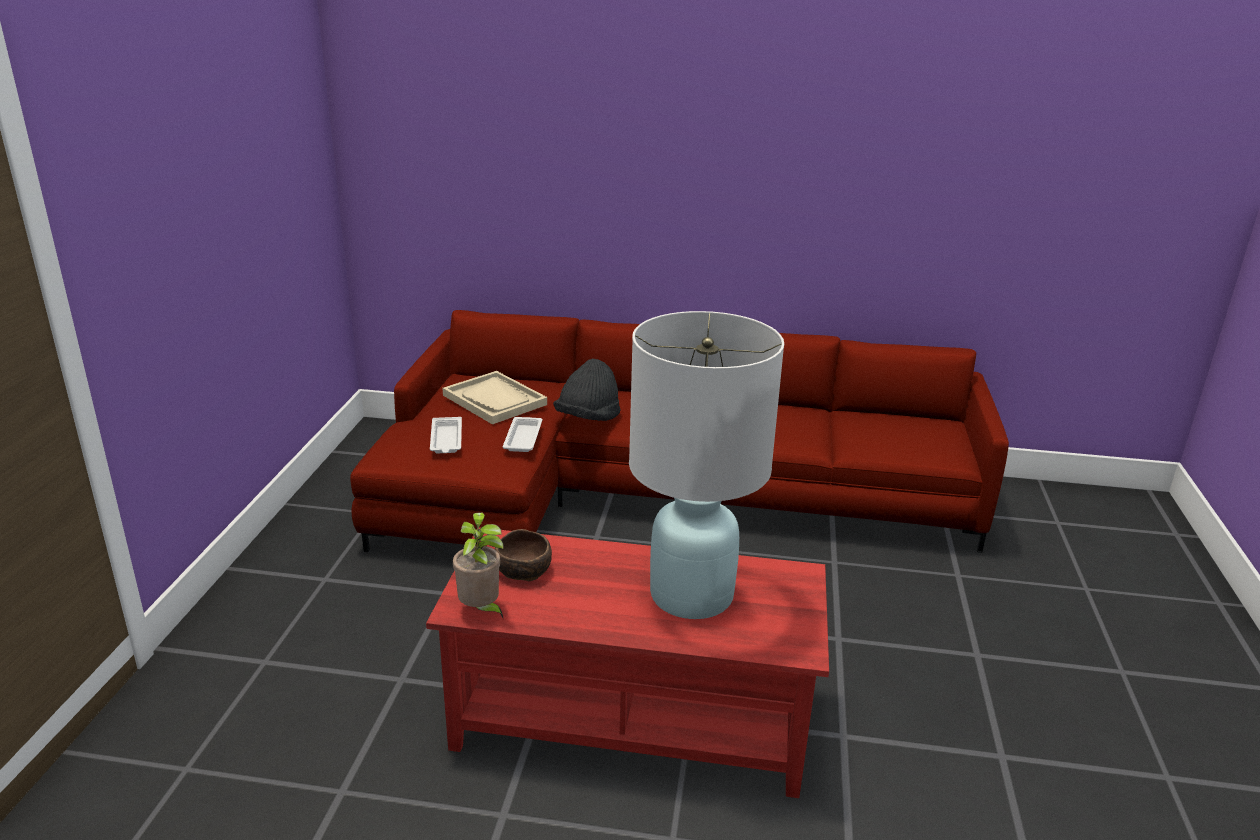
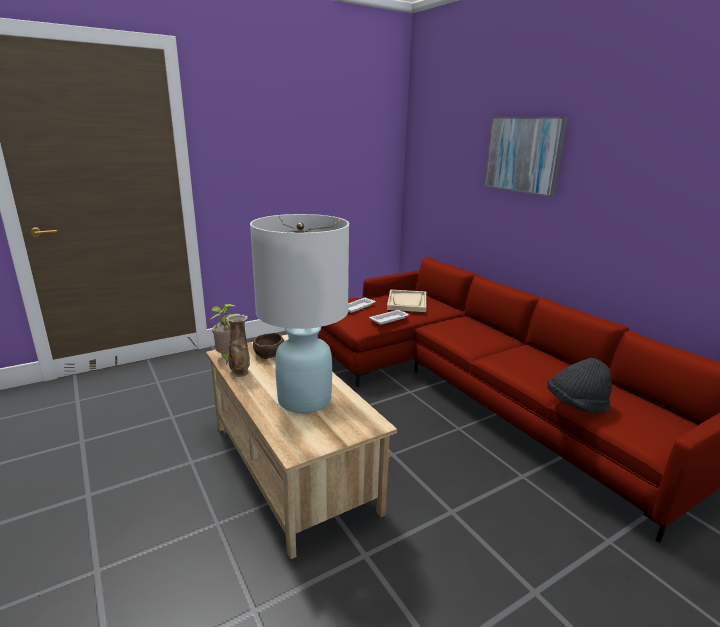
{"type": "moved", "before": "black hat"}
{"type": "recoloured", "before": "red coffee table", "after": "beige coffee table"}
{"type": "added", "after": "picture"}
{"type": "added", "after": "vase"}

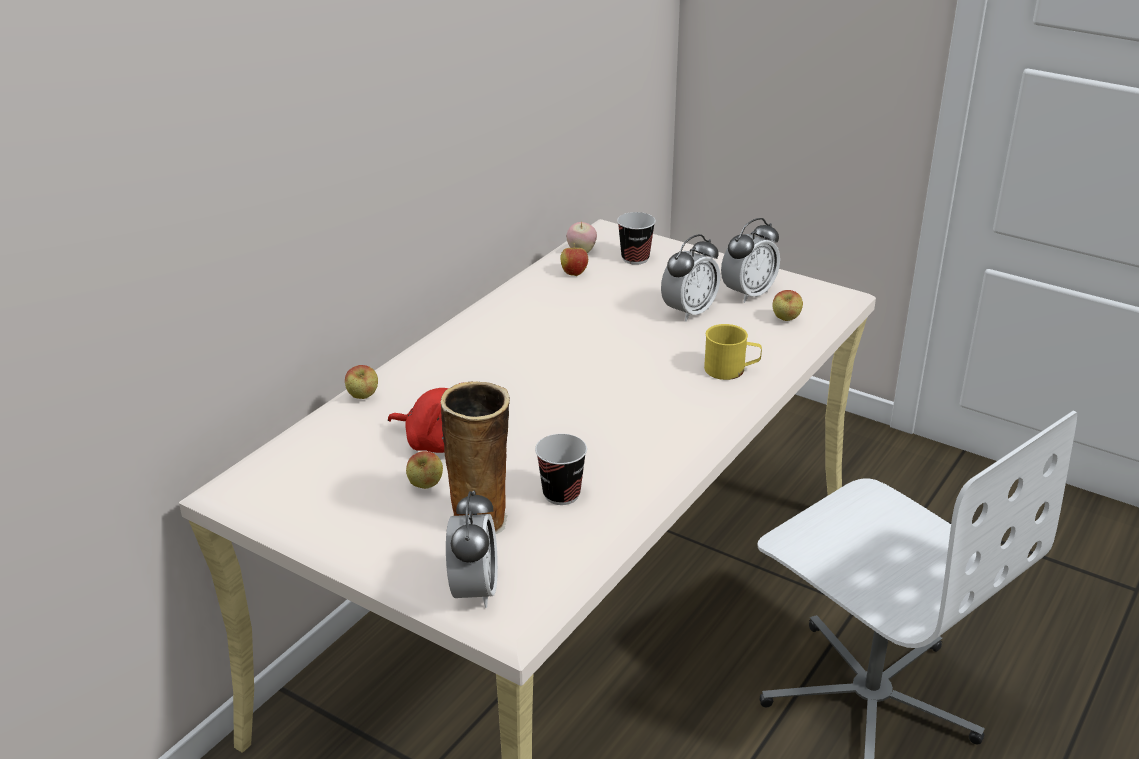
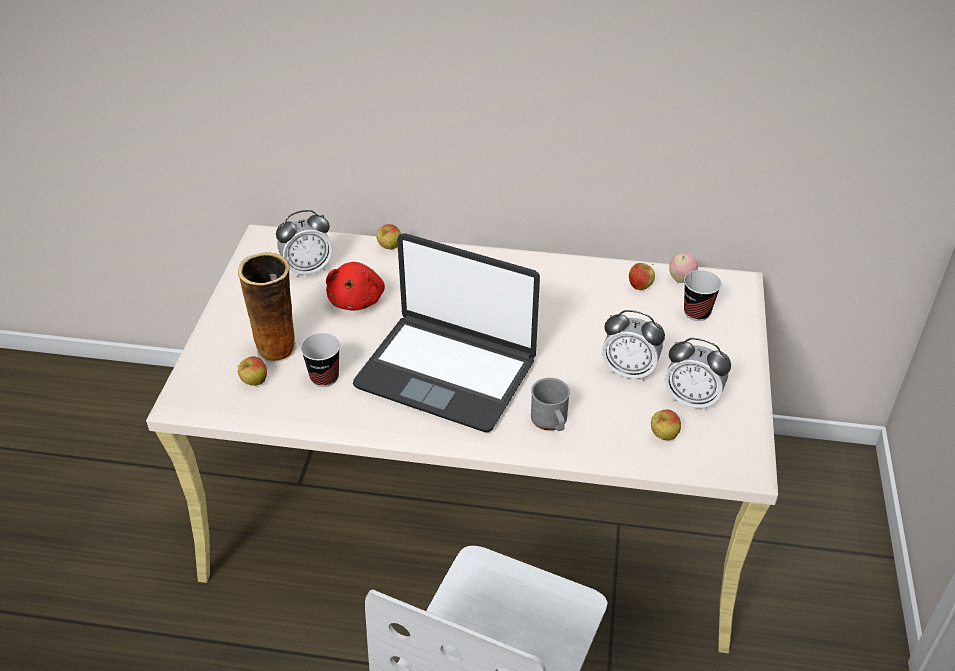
{"type": "recoloured", "before": "yellow mug", "after": "grey mug"}
{"type": "moved", "before": "apple (2nd from left in the first image)", "after": "apple (1st from left)"}
{"type": "moved", "before": "alarm clock (1st from left)"}
{"type": "added", "after": "laptop"}

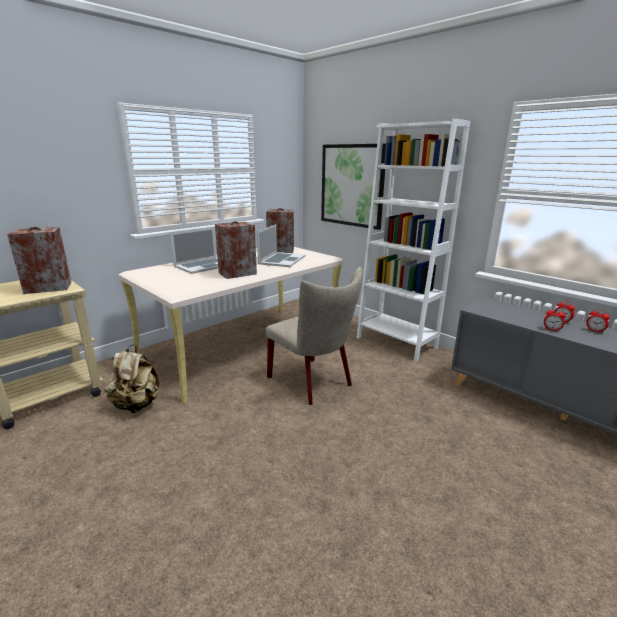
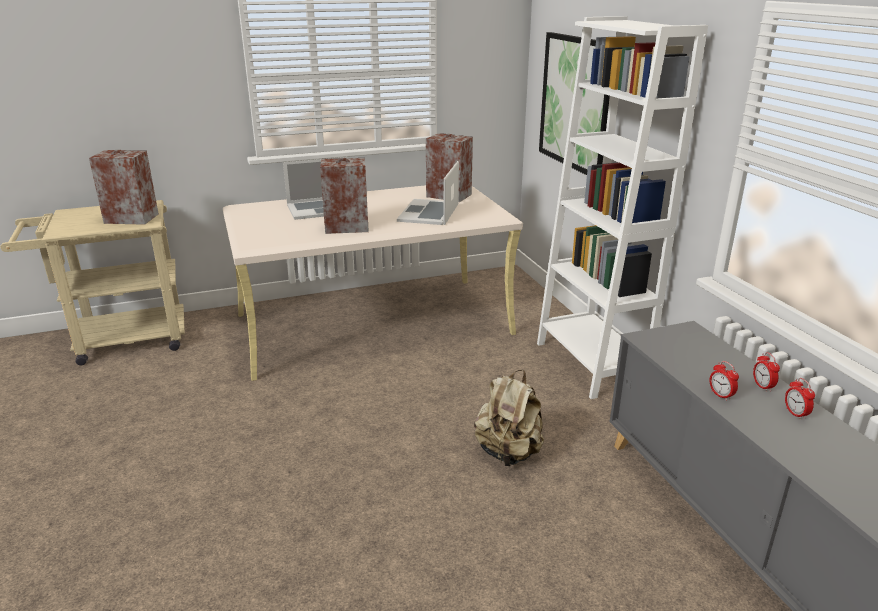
{"type": "turned", "before": "laptop (2nd from left)", "turn": 150}
{"type": "removed", "before": "beige chair"}
{"type": "moved", "before": "beige backpack"}

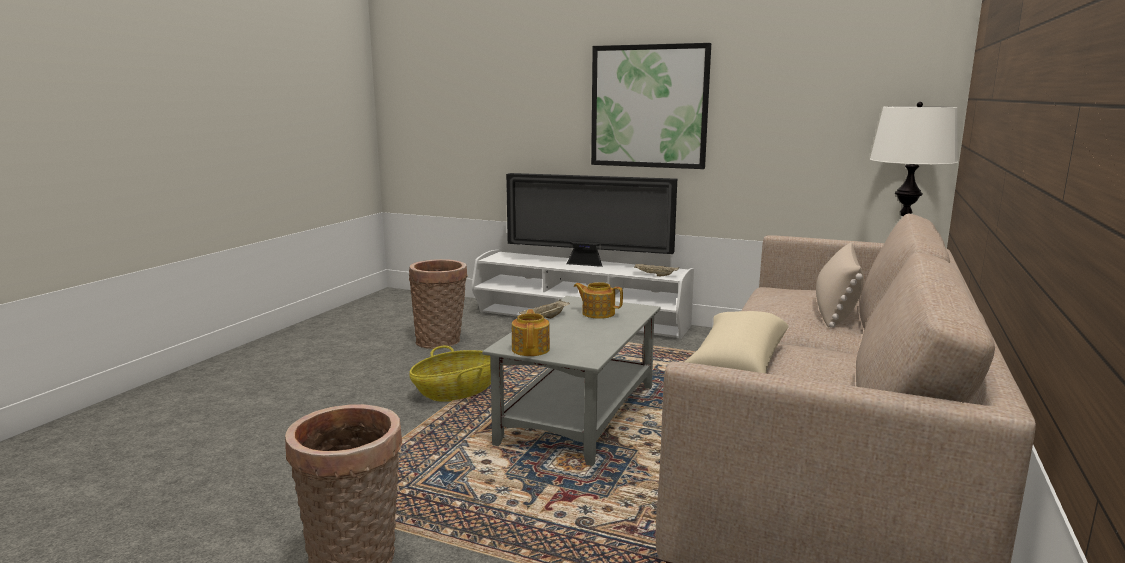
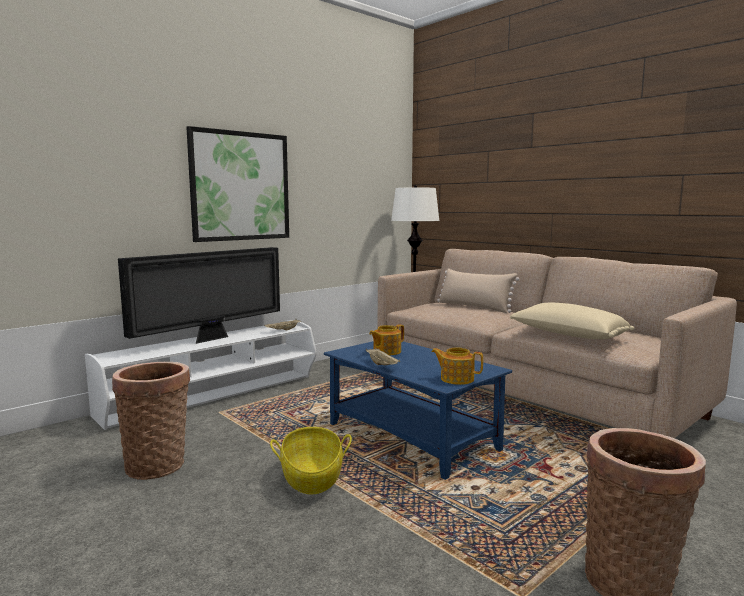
{"type": "recoloured", "before": "grey coffee table", "after": "blue coffee table"}

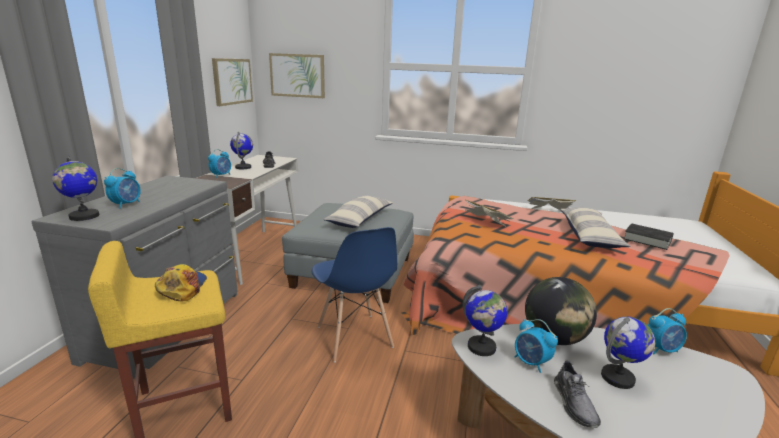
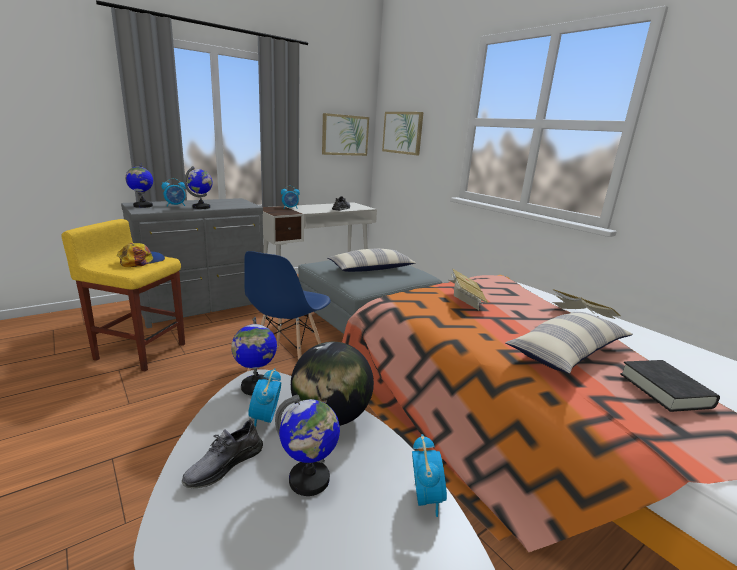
{"type": "moved", "before": "globe (2nd from left)"}
{"type": "turned", "before": "alarm clock (4th from left)", "turn": -120}

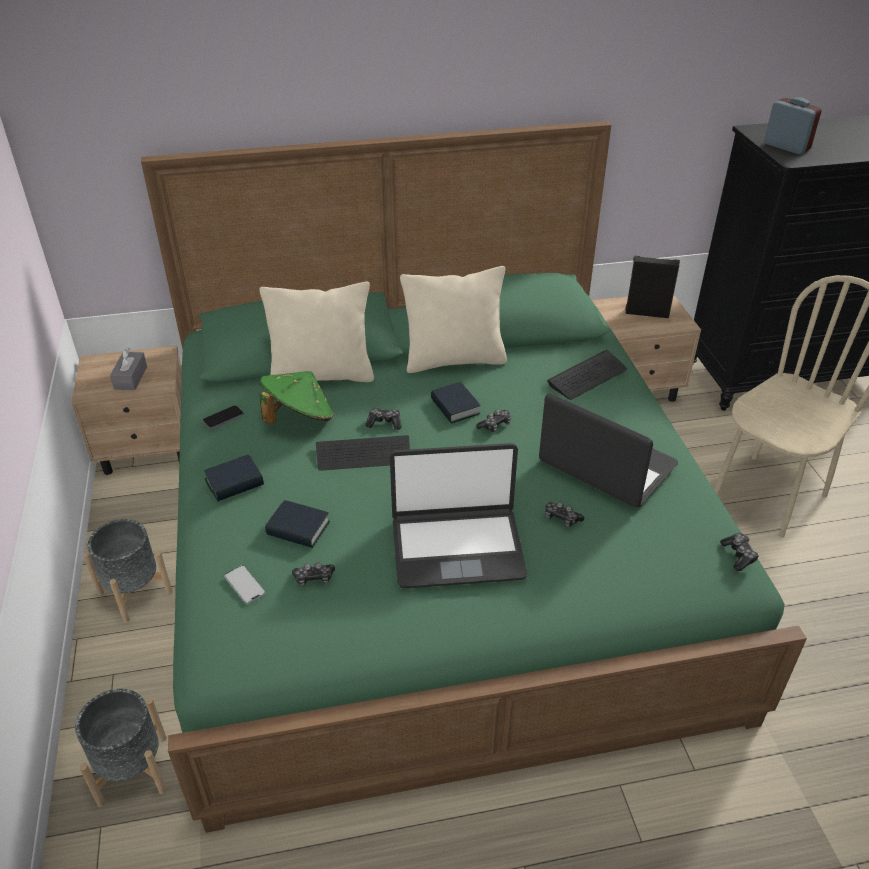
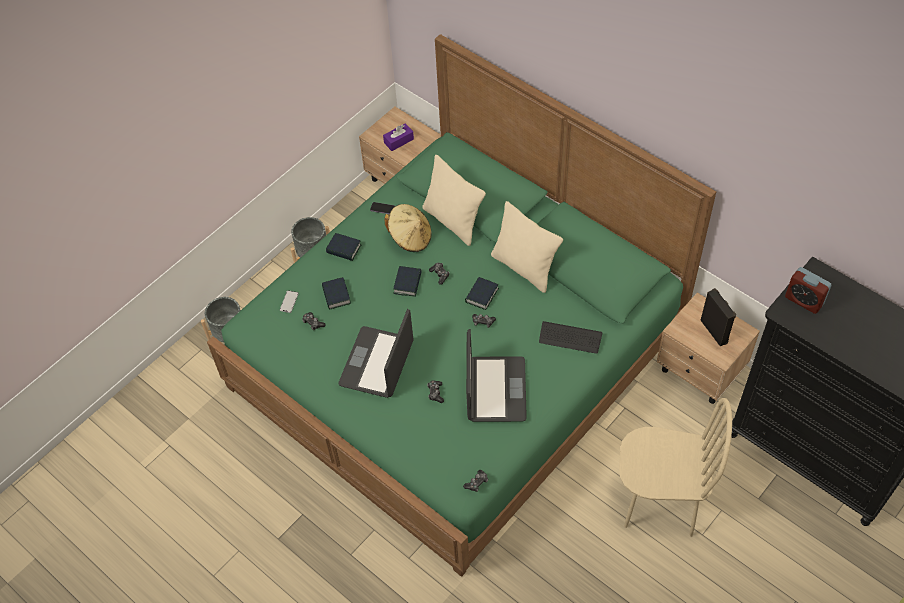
{"type": "turned", "before": "alarm clock", "turn": 120}
{"type": "recoloured", "before": "grey tissue box", "after": "purple tissue box"}
{"type": "recoloured", "before": "green hat", "after": "beige hat"}
{"type": "replaced", "before": "keyboard (1st from left)", "after": "book (3rd from left)"}
{"type": "turned", "before": "laptop (1st from left)", "turn": 60}

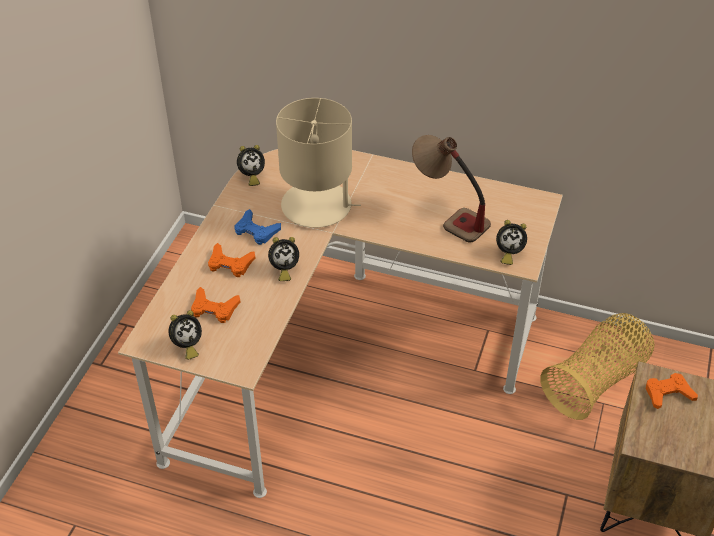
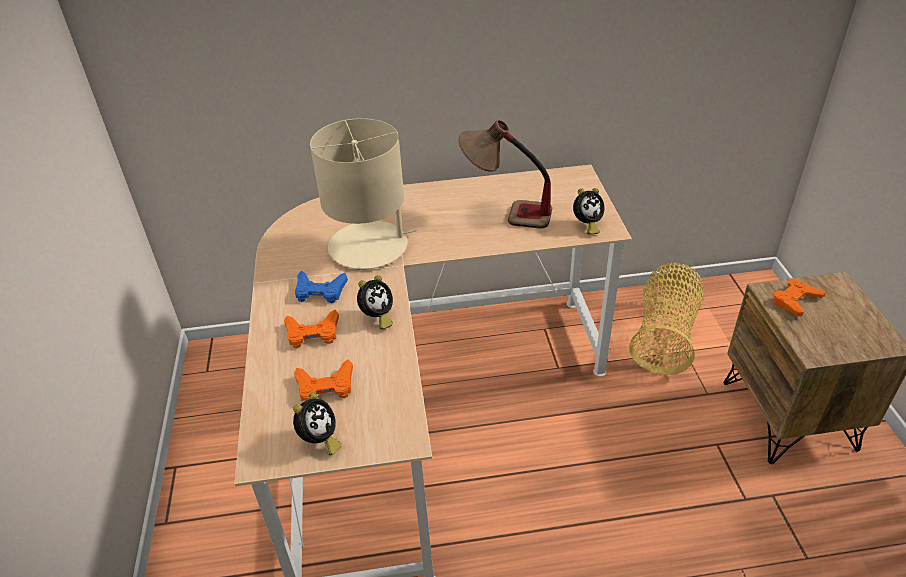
{"type": "removed", "before": "alarm clock (2nd from left)"}

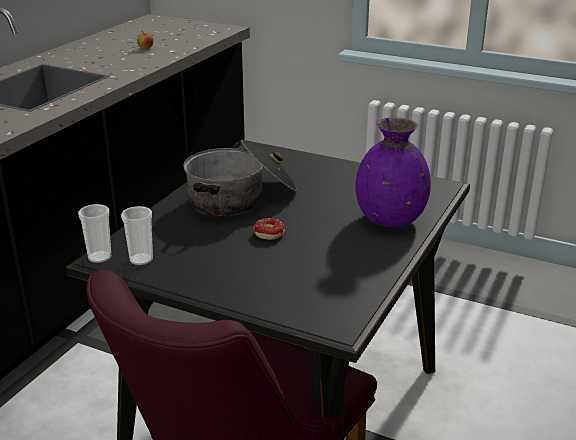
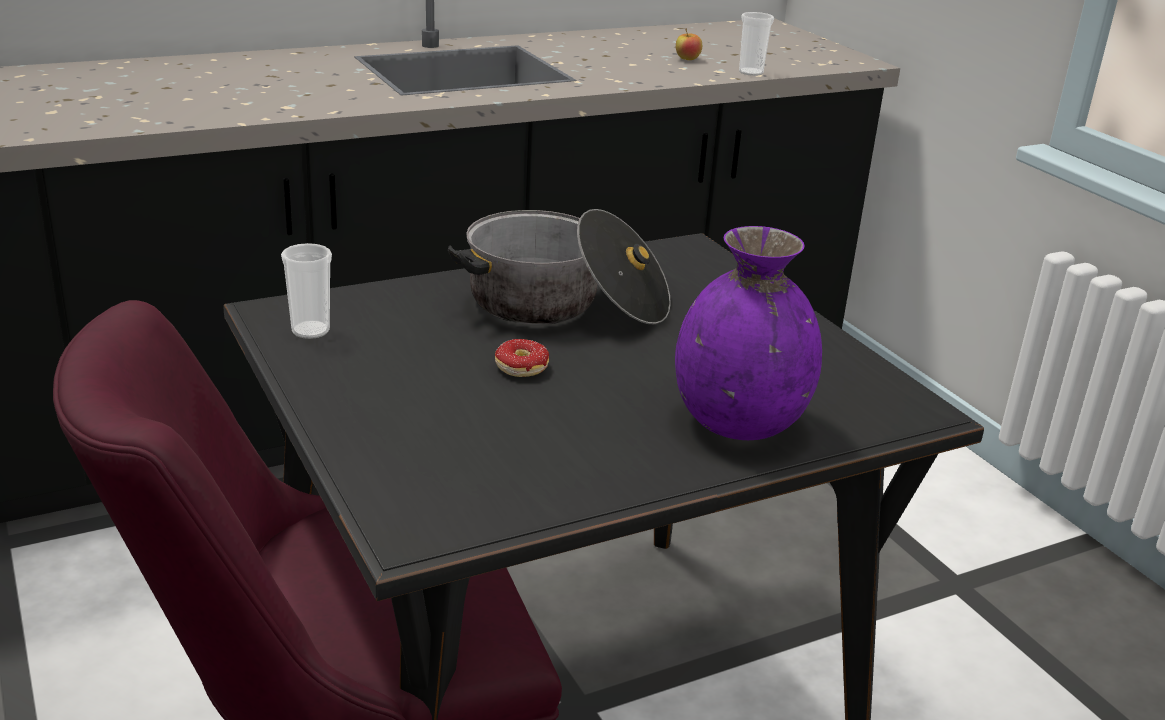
{"type": "moved", "before": "cup (1st from left in the first image)", "after": "cup (2nd from left)"}

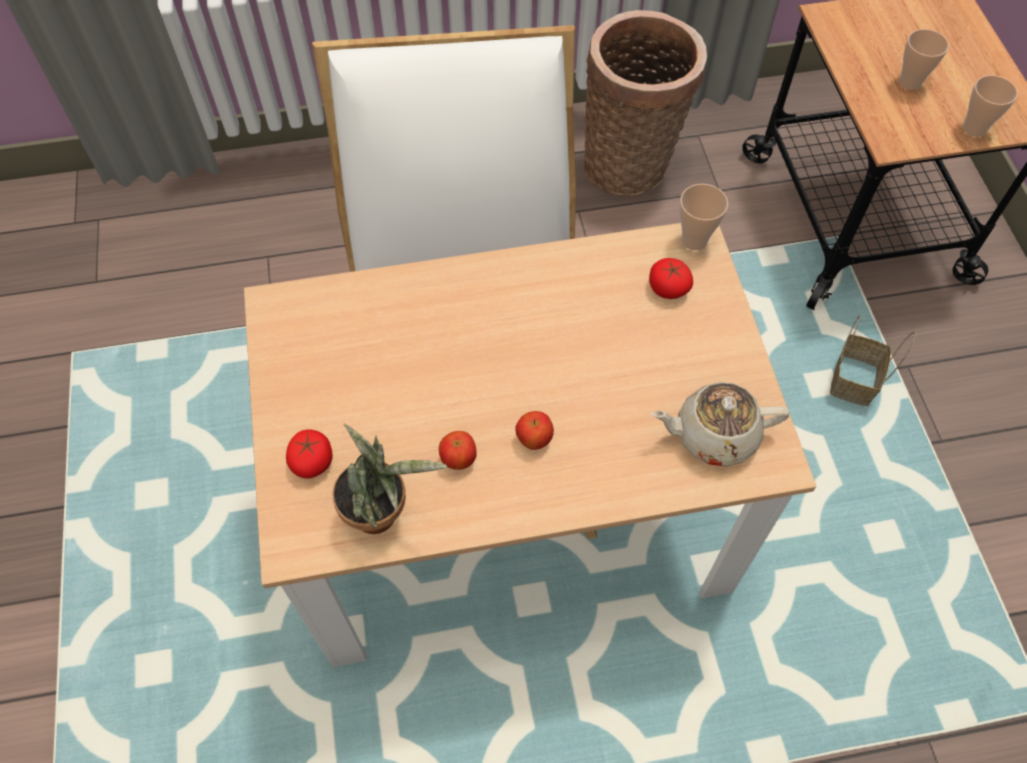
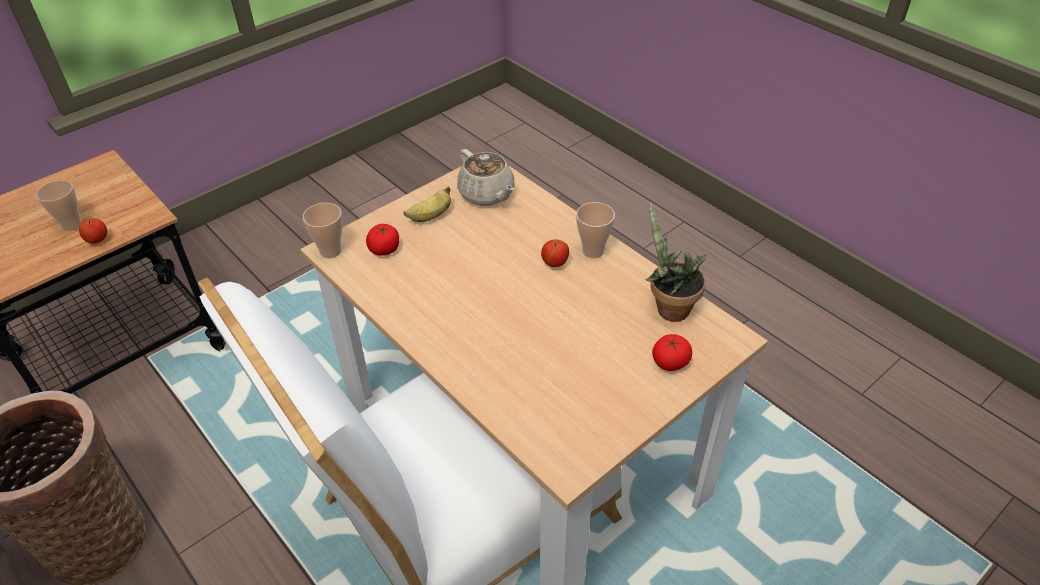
{"type": "moved", "before": "cup (3rd from left)"}
{"type": "removed", "before": "basket (2nd from left)"}
{"type": "moved", "before": "apple (1st from left)"}
{"type": "added", "after": "banana"}

